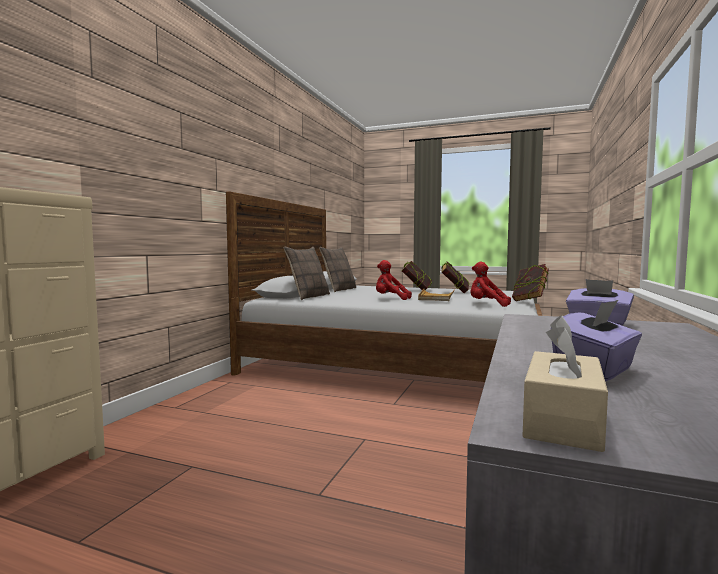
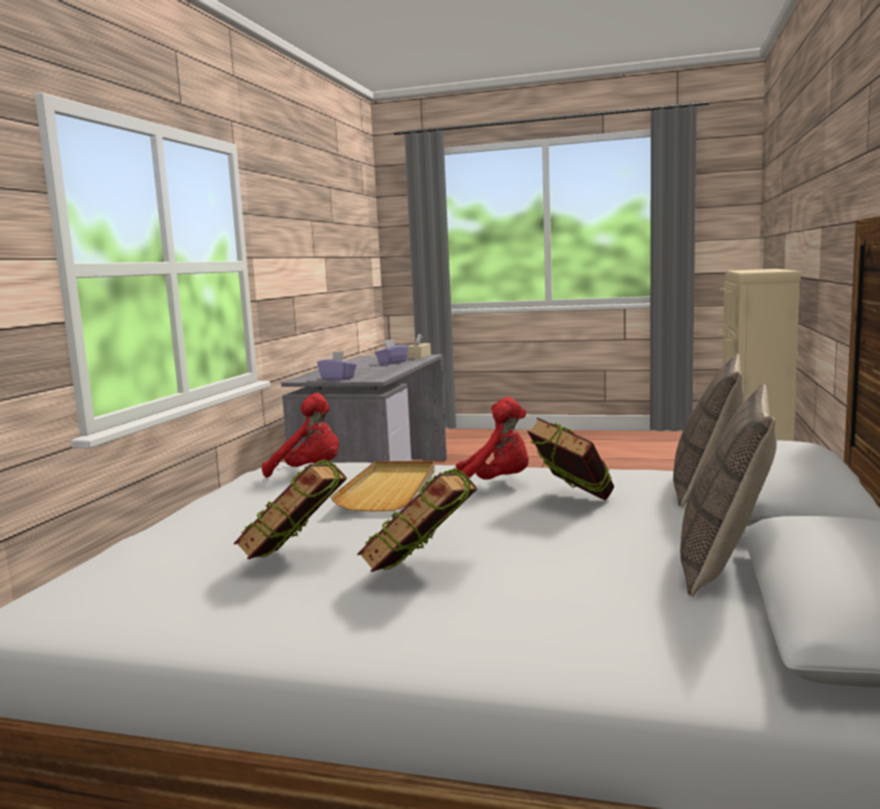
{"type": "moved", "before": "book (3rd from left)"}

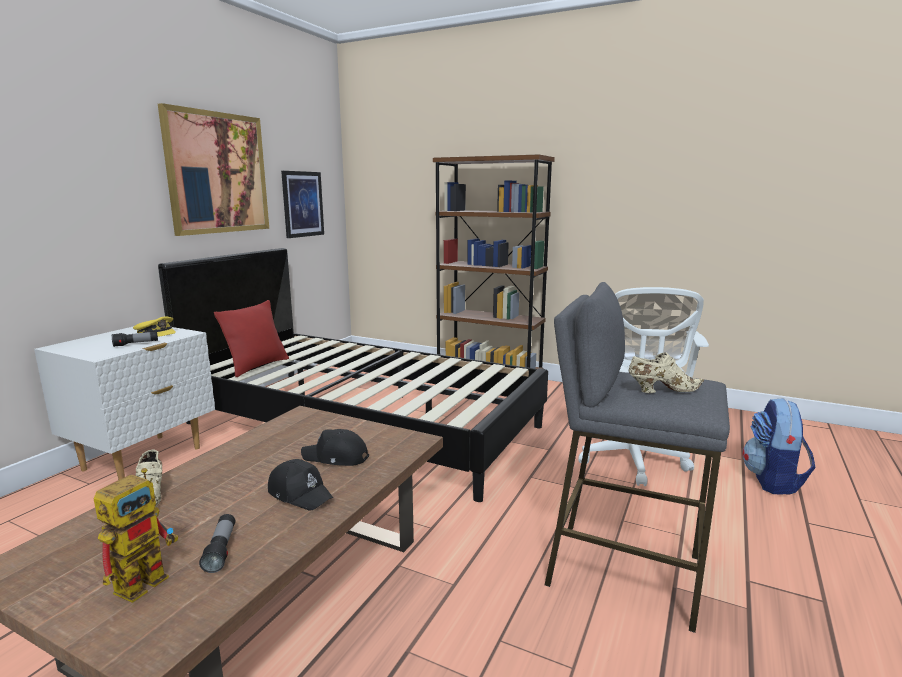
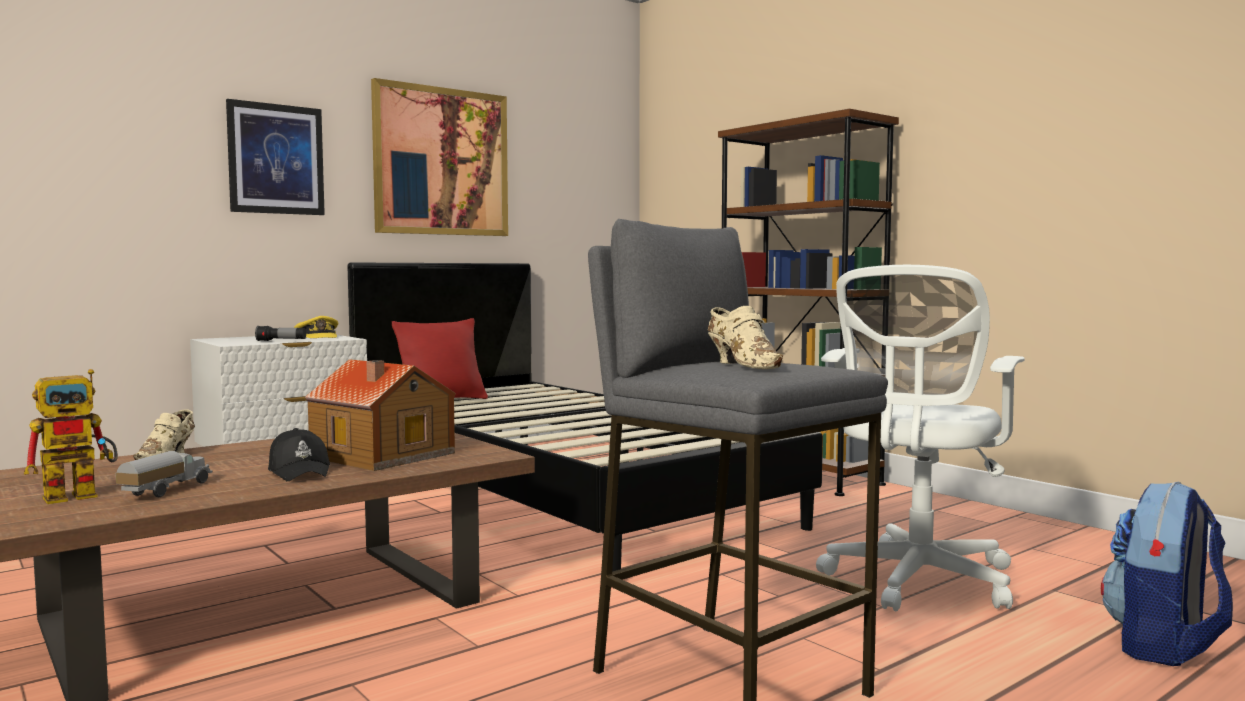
{"type": "moved", "before": "picture (2nd from left in the first image)", "after": "picture (1st from left)"}
{"type": "turned", "before": "beige shoe (2nd from left)", "turn": 45}
{"type": "replaced", "before": "black cap (2nd from left)", "after": "toy house"}
{"type": "replaced", "before": "flashlight (2nd from left)", "after": "toy truck"}

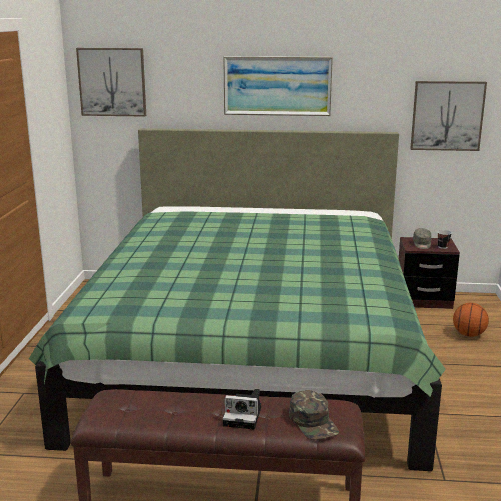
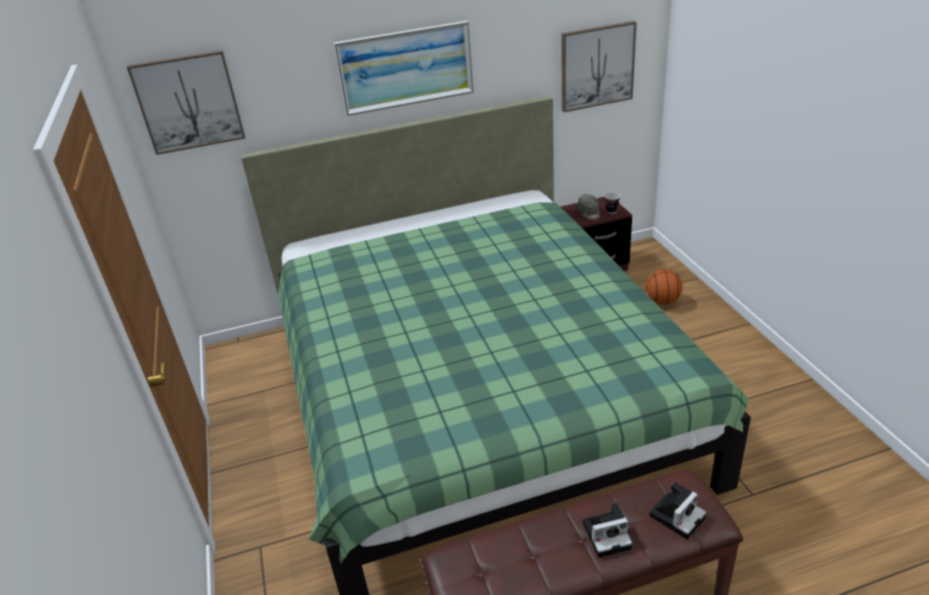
{"type": "replaced", "before": "green cap", "after": "photo camera (2nd from left)"}

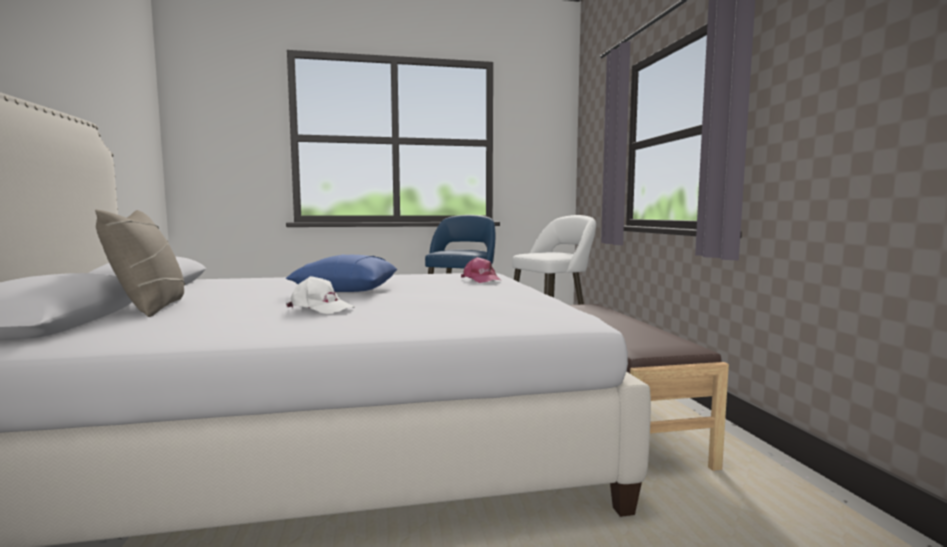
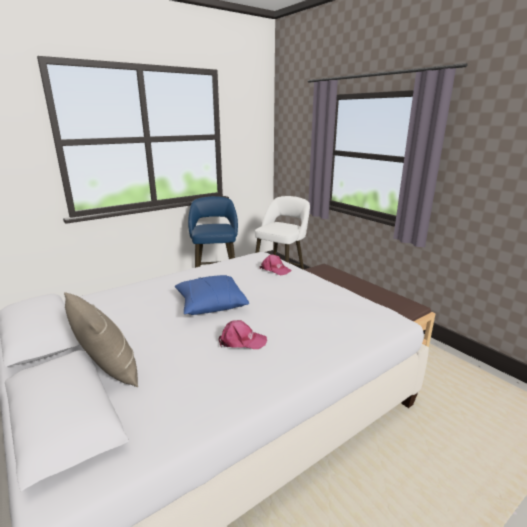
{"type": "recoloured", "before": "white cap", "after": "pink cap (1st from left)"}

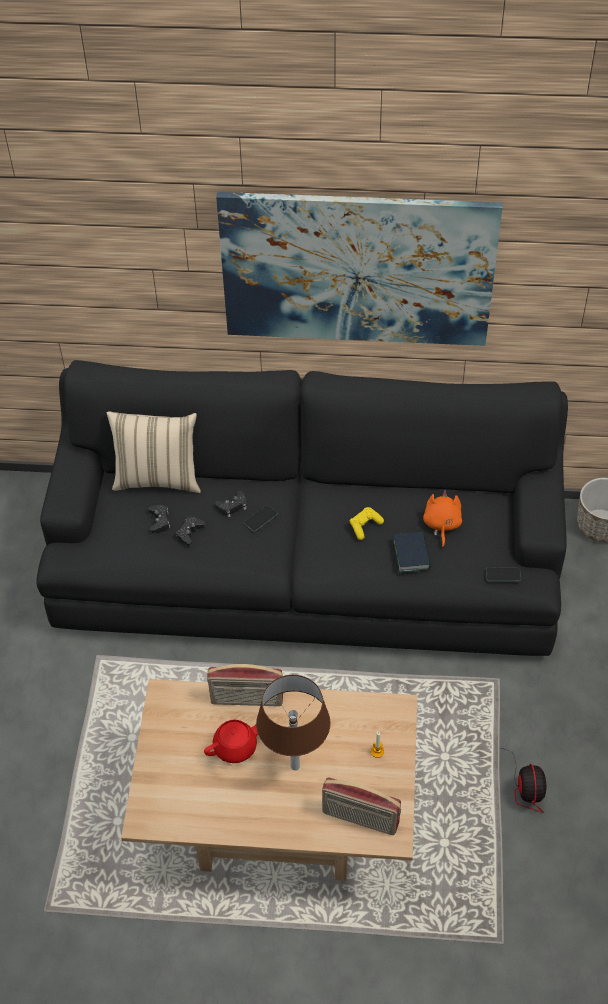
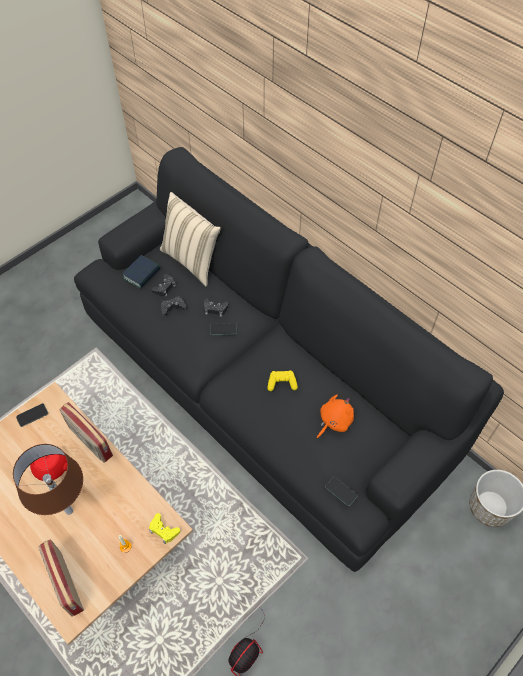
{"type": "removed", "before": "picture"}
{"type": "moved", "before": "book"}
{"type": "added", "after": "phone (1st from left)"}
{"type": "added", "after": "yellow game controller (1st from left)"}

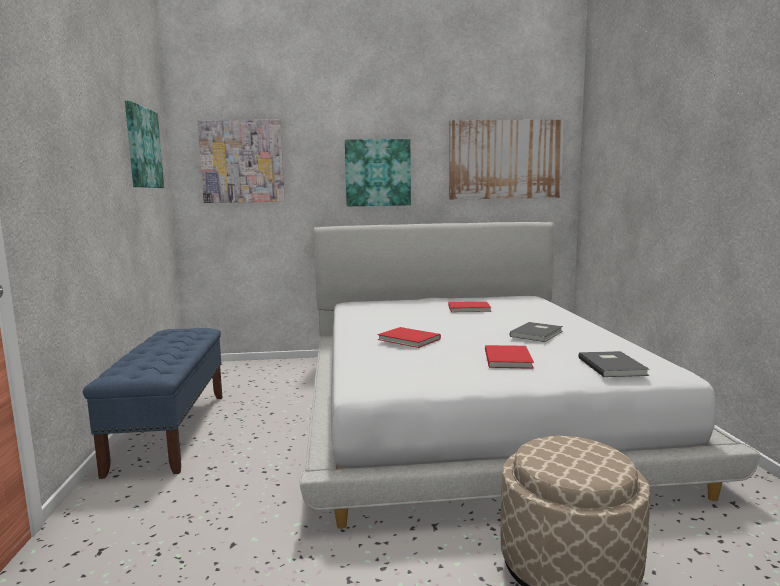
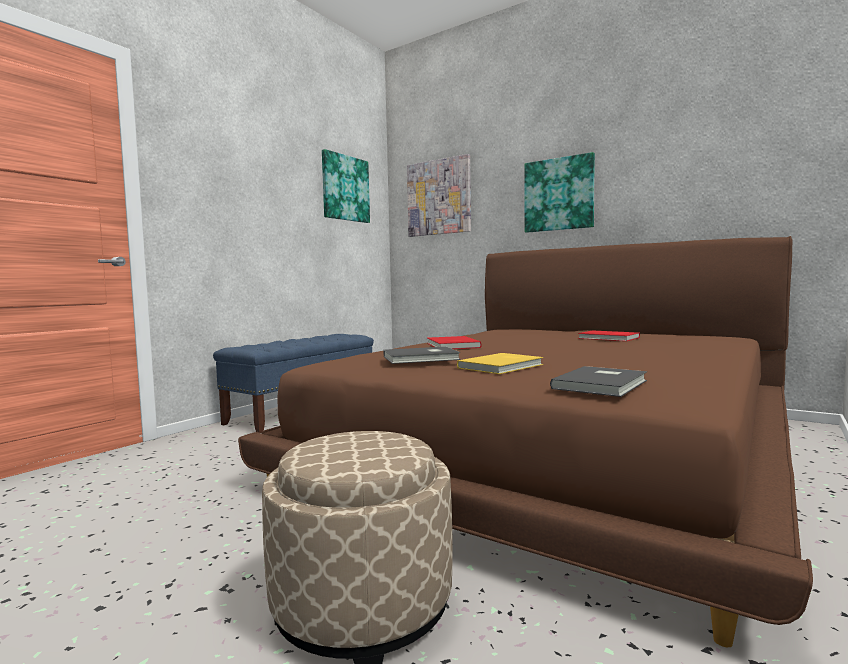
{"type": "removed", "before": "picture (4th from left)"}
{"type": "recoloured", "before": "white bed", "after": "brown bed"}
{"type": "moved", "before": "grey book (1st from left)"}
{"type": "recoloured", "before": "red book (3rd from left)", "after": "yellow book"}

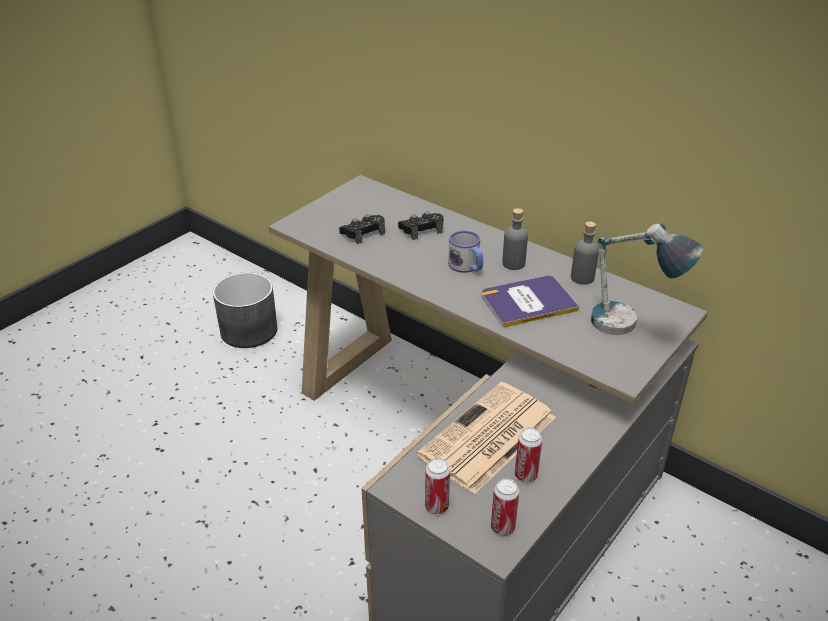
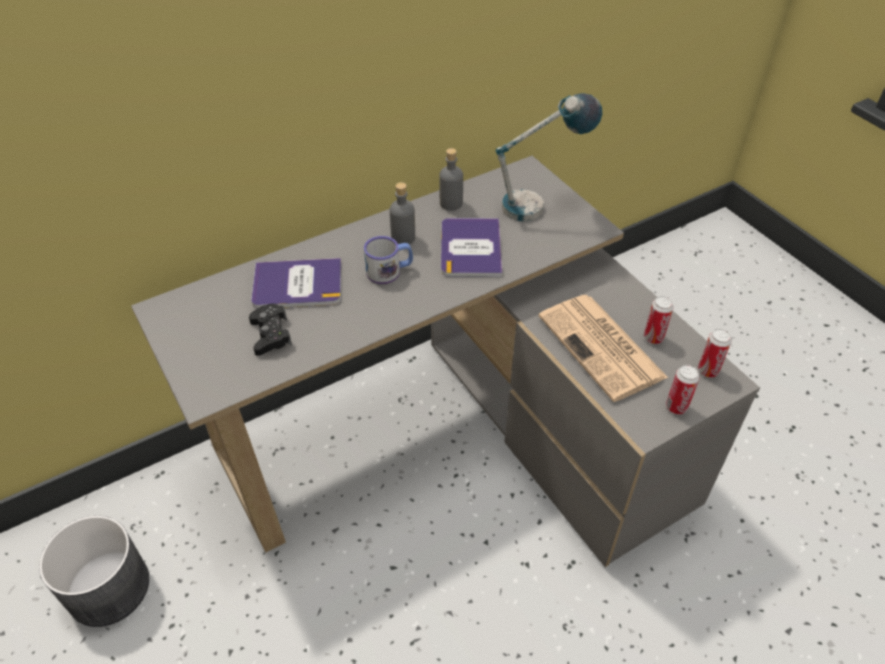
{"type": "replaced", "before": "black game controller (2nd from left)", "after": "book (1st from left)"}

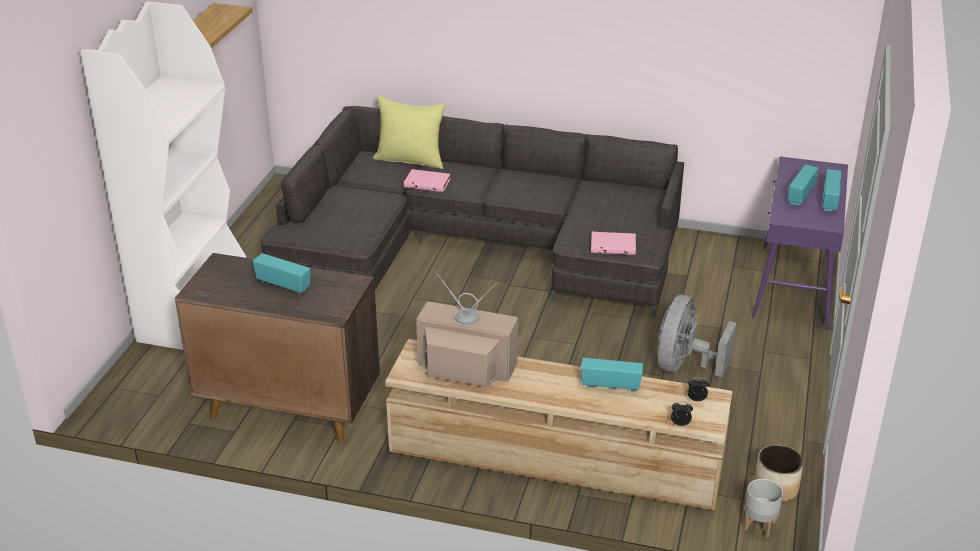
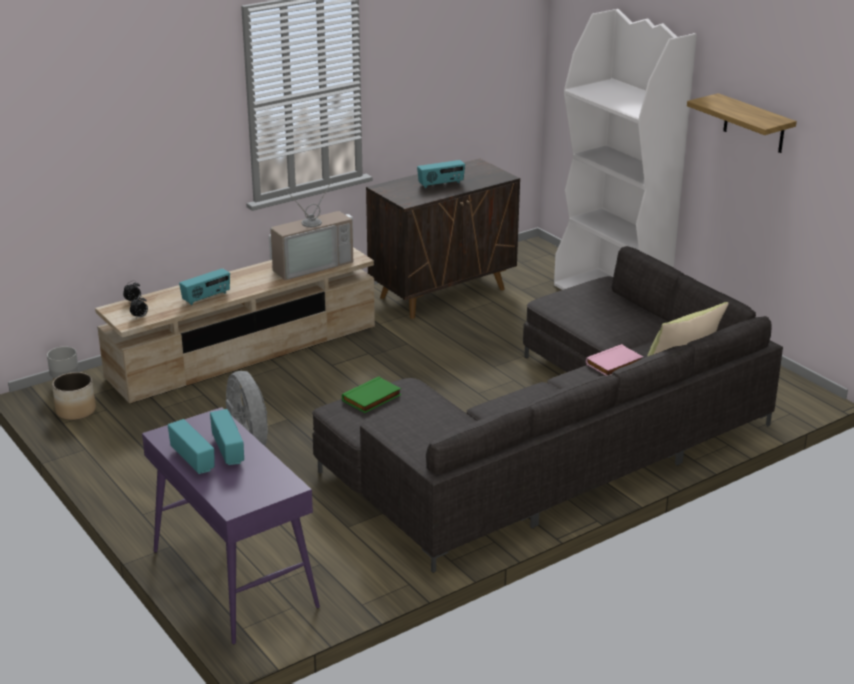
{"type": "recoloured", "before": "pink book (2nd from left)", "after": "green book"}

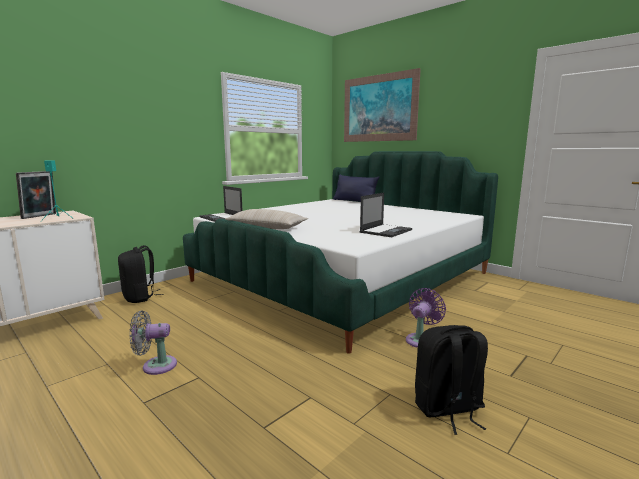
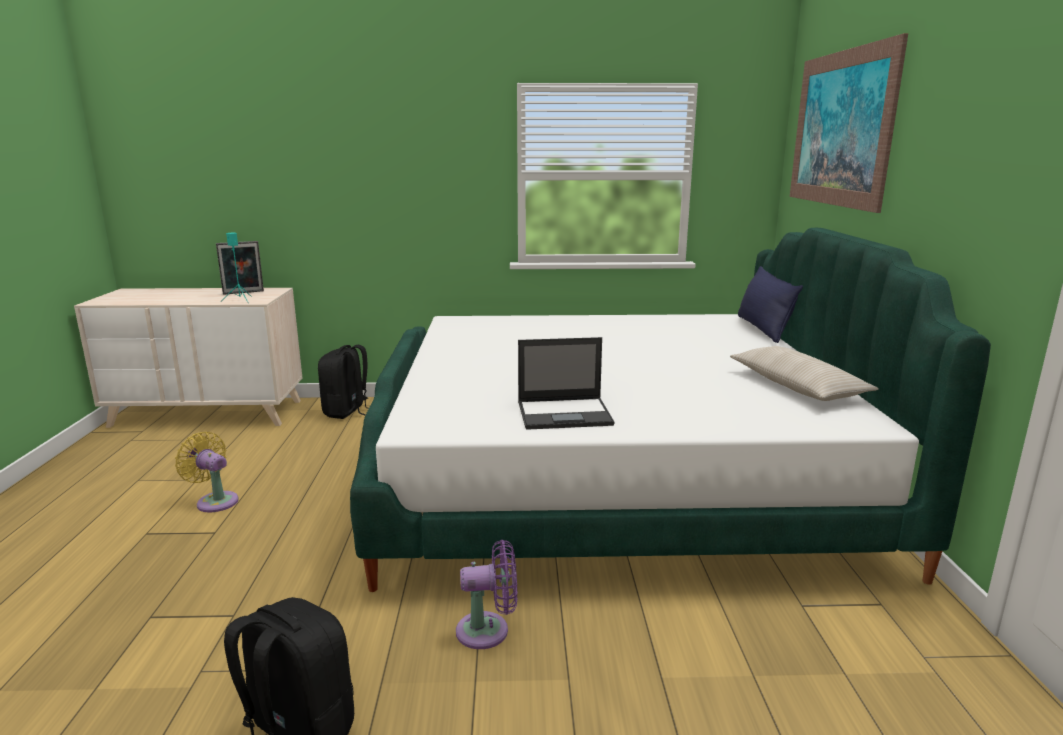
{"type": "removed", "before": "laptop (1st from left)"}
{"type": "moved", "before": "beige pillow"}
{"type": "recoloured", "before": "grey fan", "after": "yellow fan"}

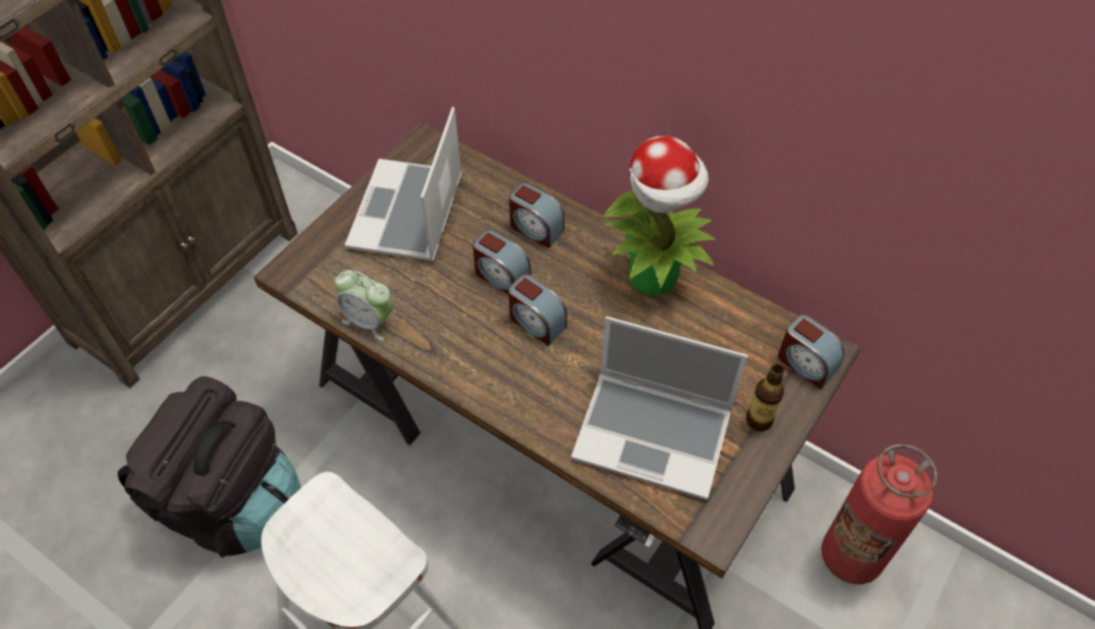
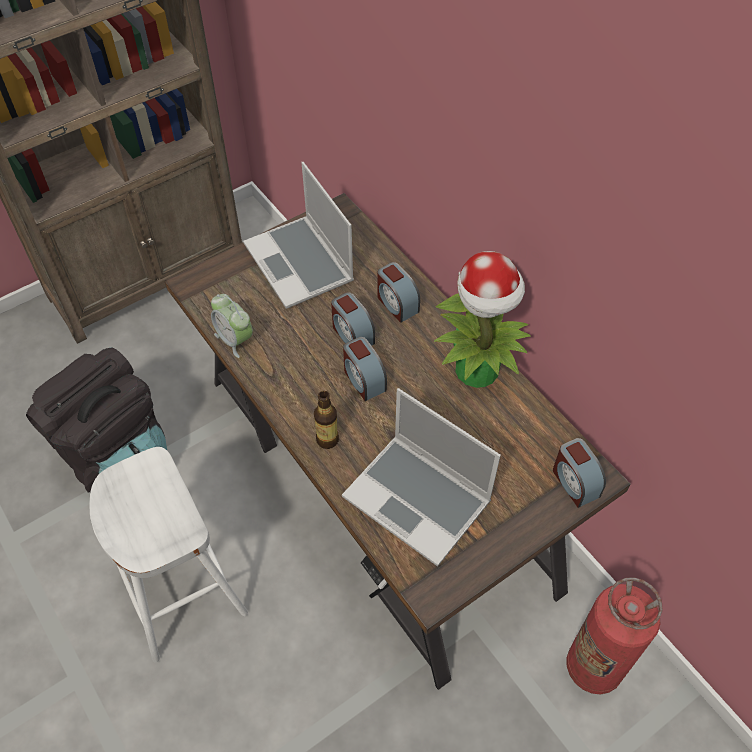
{"type": "turned", "before": "laptop (1st from left)", "turn": -60}
{"type": "moved", "before": "bottle"}

